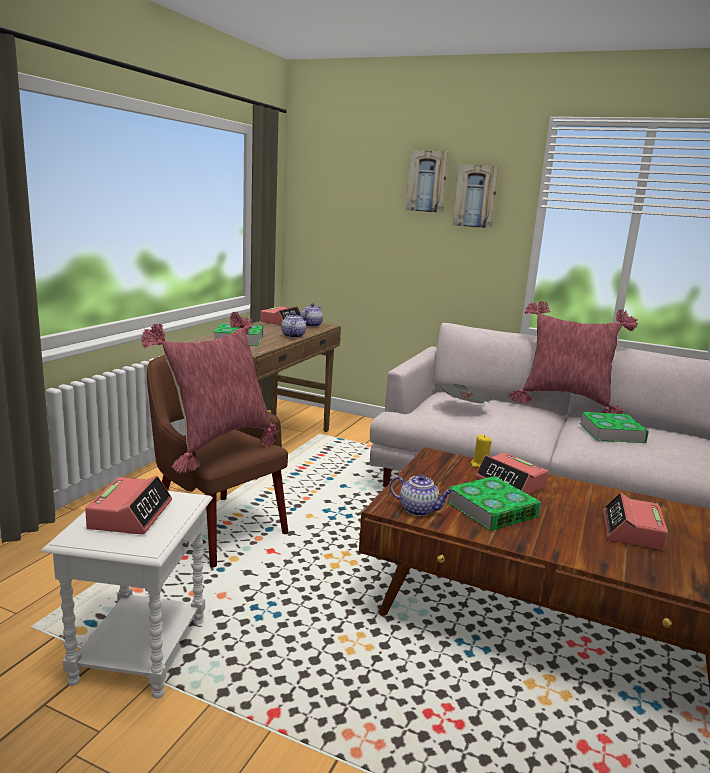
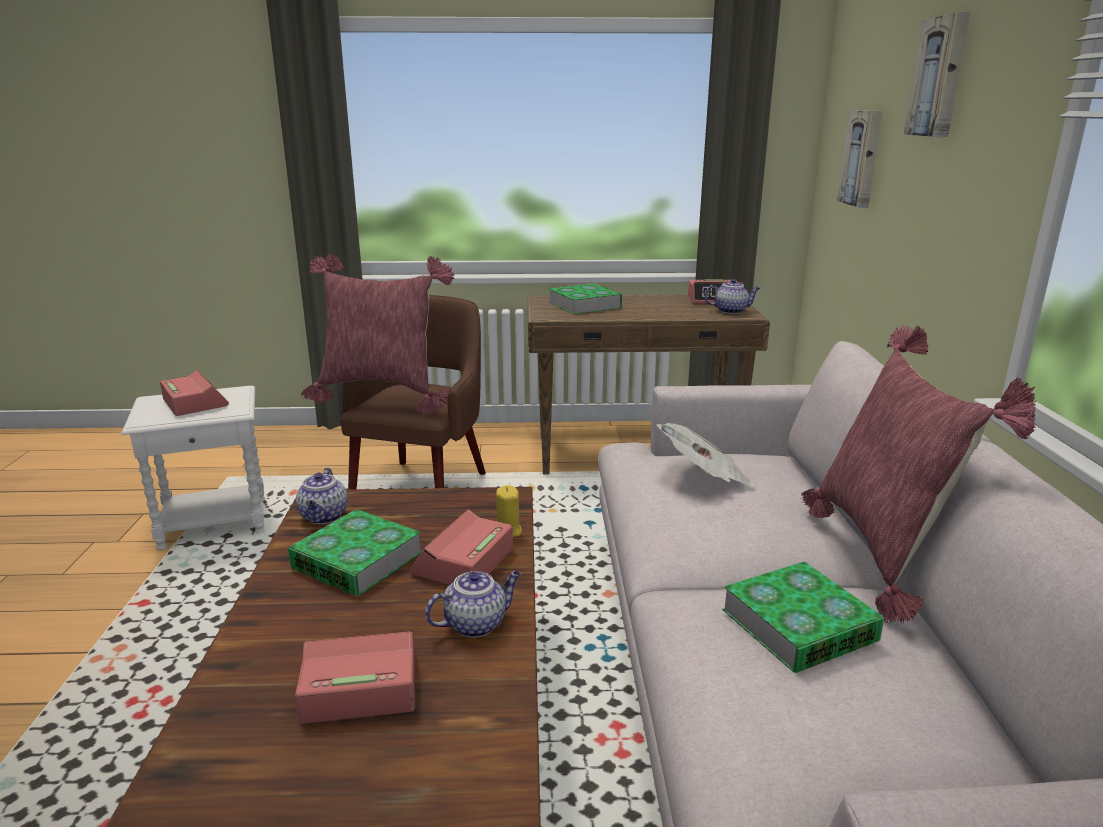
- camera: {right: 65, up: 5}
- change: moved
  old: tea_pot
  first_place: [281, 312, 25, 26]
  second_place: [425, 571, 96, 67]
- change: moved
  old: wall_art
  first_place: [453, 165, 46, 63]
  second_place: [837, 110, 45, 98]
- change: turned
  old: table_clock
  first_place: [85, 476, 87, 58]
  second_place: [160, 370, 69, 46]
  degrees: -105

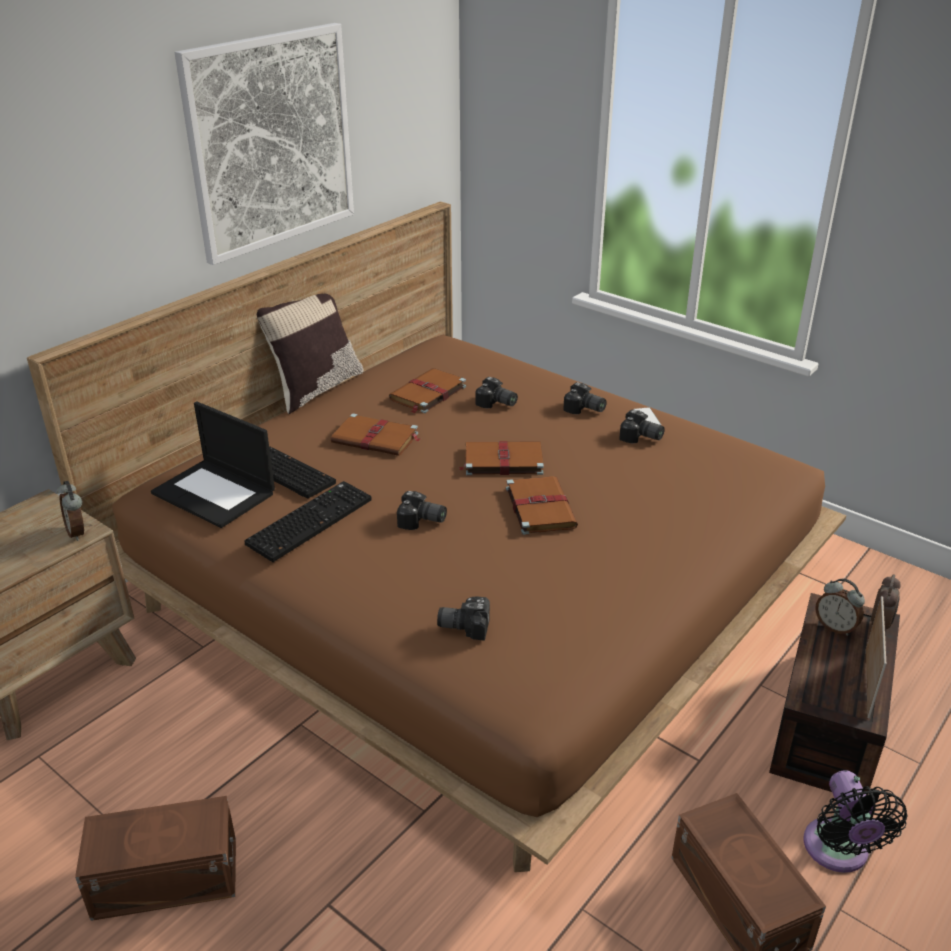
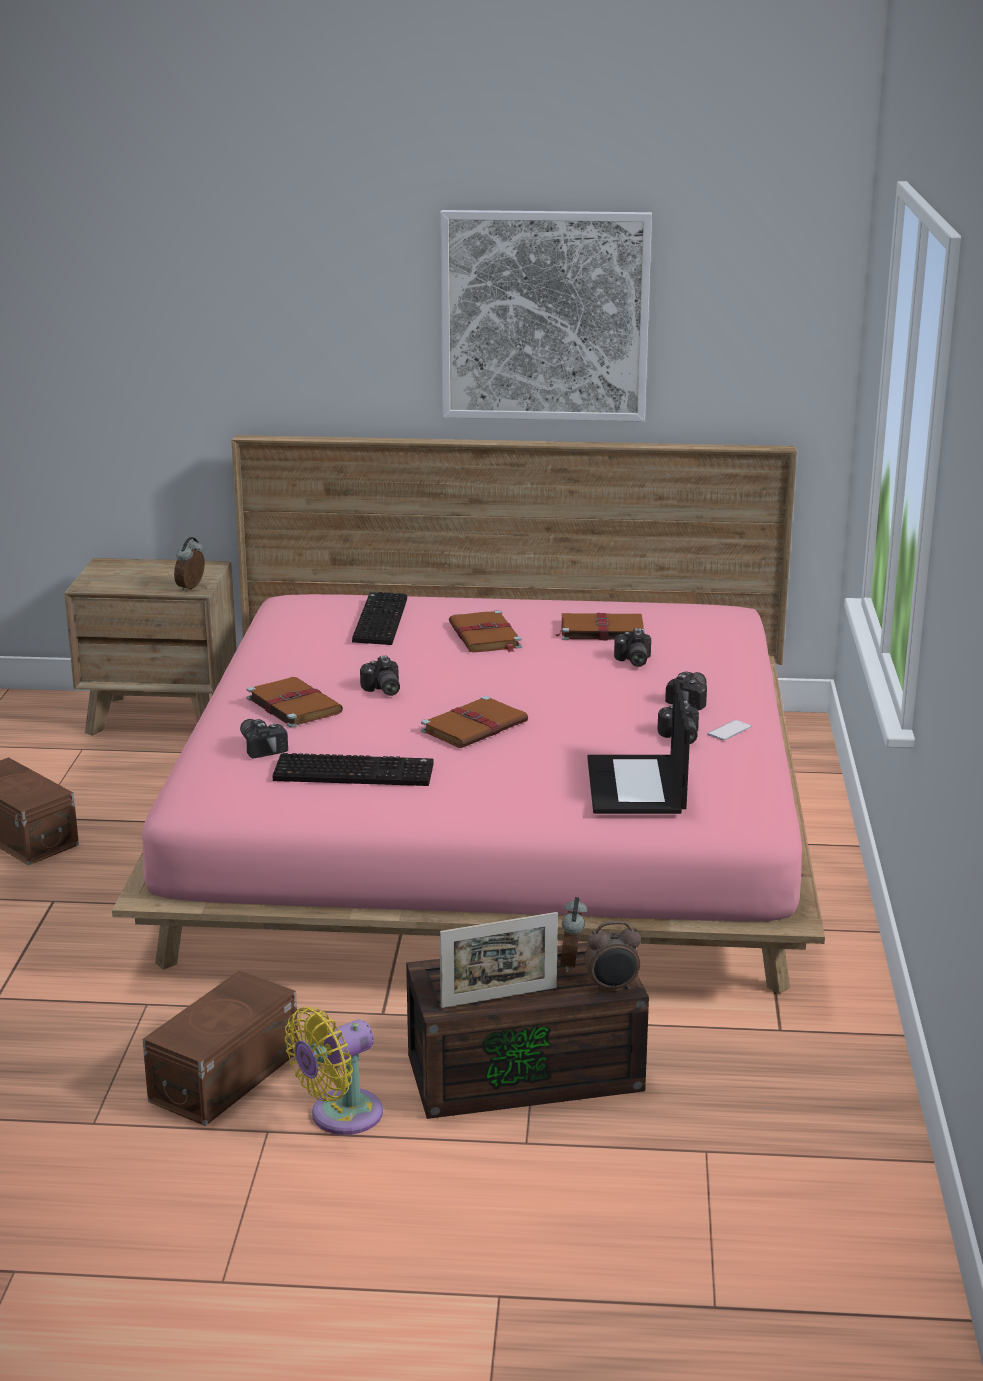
- camera: {right: 55, up: -10}
- change: removed
  old: throw_pillow
  first_place: [257, 294, 107, 120]
- change: moved
  old: portable_computer
  first_place: [151, 402, 124, 126]
  second_place: [588, 679, 102, 135]
- change: moved
  old: PC_keyboard
  first_place: [244, 481, 128, 81]
  second_place: [272, 753, 162, 33]
- change: moved
  old: brownish_book
  first_place: [459, 441, 85, 34]
  second_place: [246, 677, 97, 51]
- change: recoloured
  old: brownish_sleeping_bed
  new: pinkish_sleeping_bed
  first_place: [27, 201, 819, 671]
  second_place: [112, 435, 713, 559]
- change: recoloured
  old: blackish_cooling_fan
  new: yellowish_cooling_fan
  first_place: [803, 770, 104, 103]
  second_place: [285, 1007, 98, 128]
- change: turned
  old: photo_camera
  first_place: [563, 382, 44, 32]
  second_place: [665, 672, 42, 38]
  degrees: -150

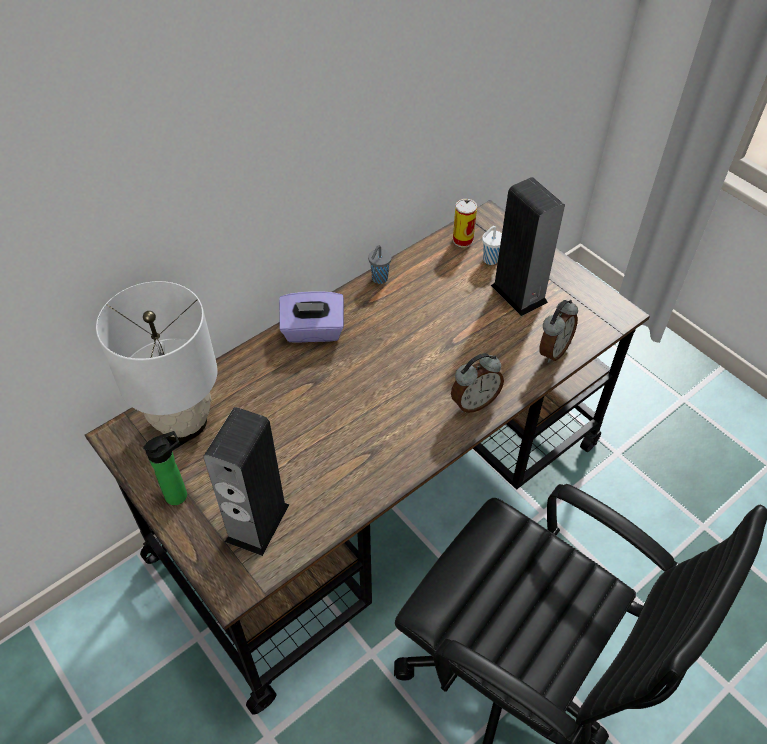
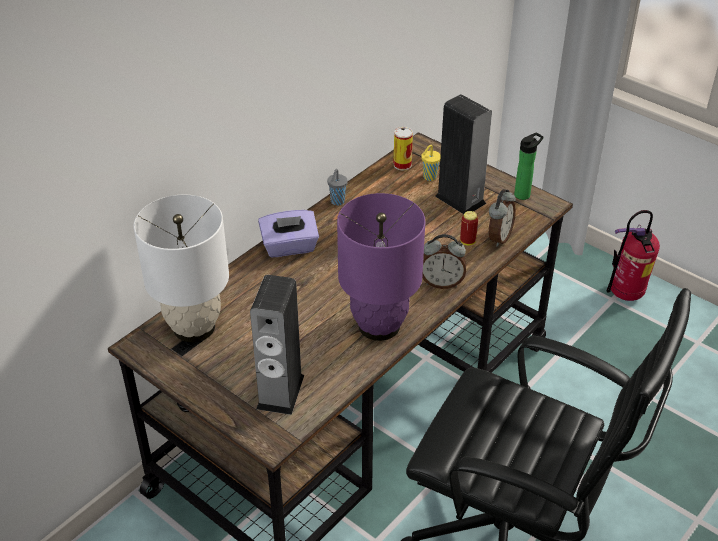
- camera: {right: -10, up: -10}
- change: added
  new: purple-coloured_table_lamp
  second_place: [337, 193, 88, 148]
- change: added
  new: metal_can
  second_place: [460, 211, 18, 35]
- change: added
  new: extinguisher
  second_place: [606, 210, 54, 91]
- change: moved
  old: bottle
  first_place: [143, 431, 44, 74]
  second_place: [514, 132, 29, 68]
- change: recoloured
  old: white_small_cup
  new: yellowish_small_cup
  first_place: [482, 226, 20, 39]
  second_place: [421, 145, 20, 36]
- change: turned
  old: table_clock
  first_place: [451, 353, 53, 60]
  second_place: [422, 234, 44, 55]
  degrees: 45

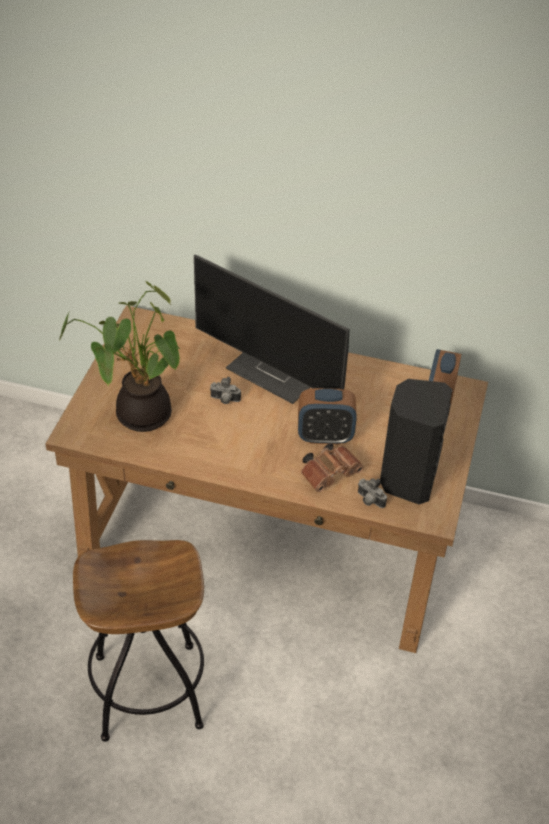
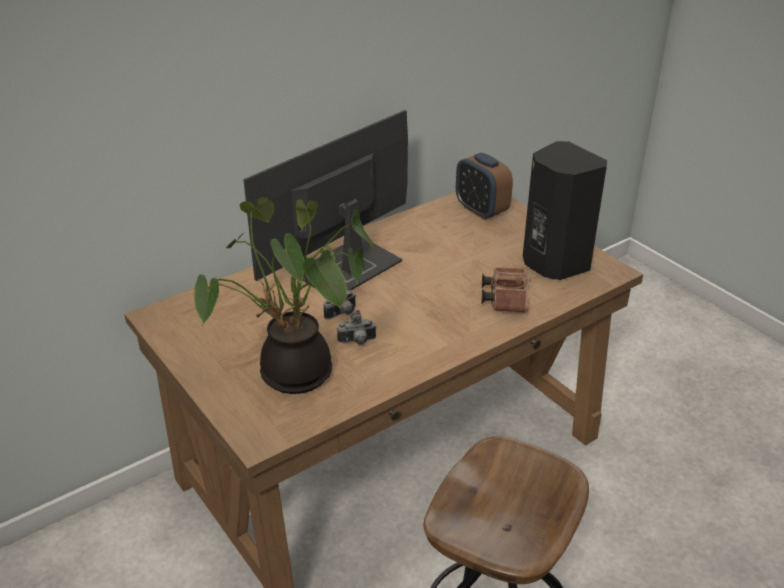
- camera: {right: -50, up: -10}
- change: removed
  old: table_clock
  first_place: [298, 388, 59, 57]
- change: moved
  old: photo_camera
  first_place: [358, 478, 29, 30]
  second_place: [337, 310, 39, 35]
- change: turned
  old: computer_display
  first_place: [194, 254, 155, 150]
  second_place: [243, 110, 165, 180]
  degrees: 150

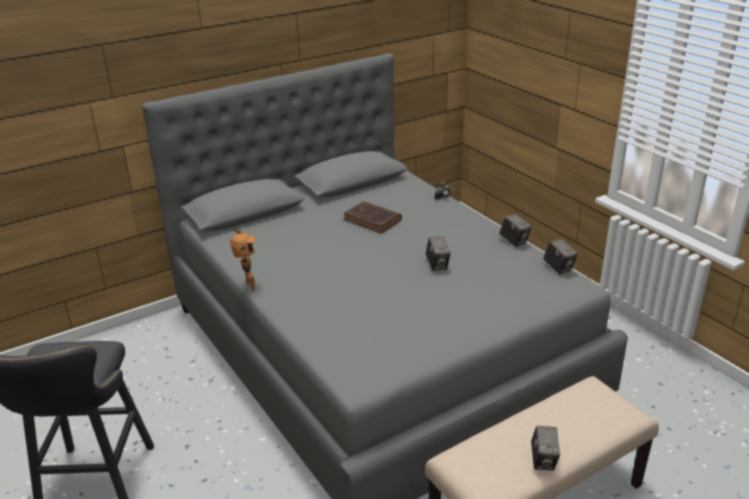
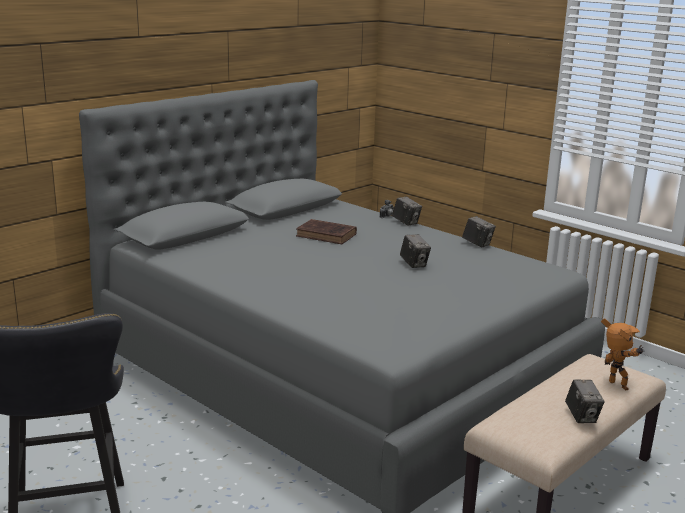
- camera: {right: -15, up: -10}
- change: moved
  old: robot_figure
  first_place: [229, 228, 28, 63]
  second_place: [601, 318, 43, 72]
- change: moved
  old: photo_camera
  first_place: [543, 239, 35, 35]
  second_place: [392, 197, 30, 29]

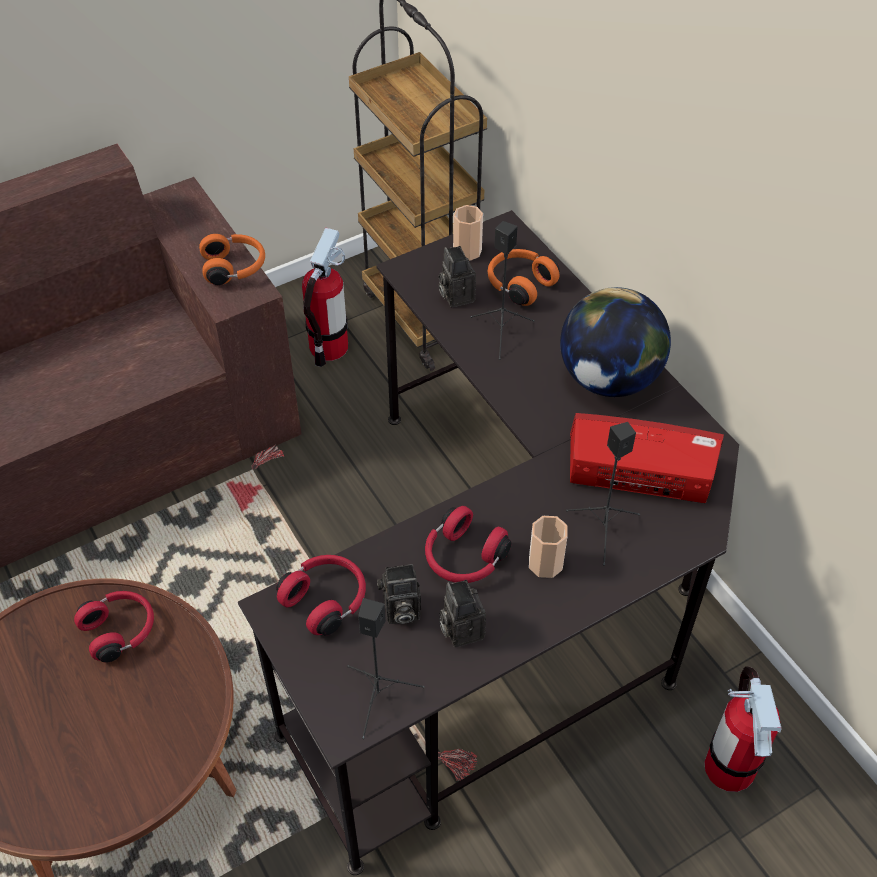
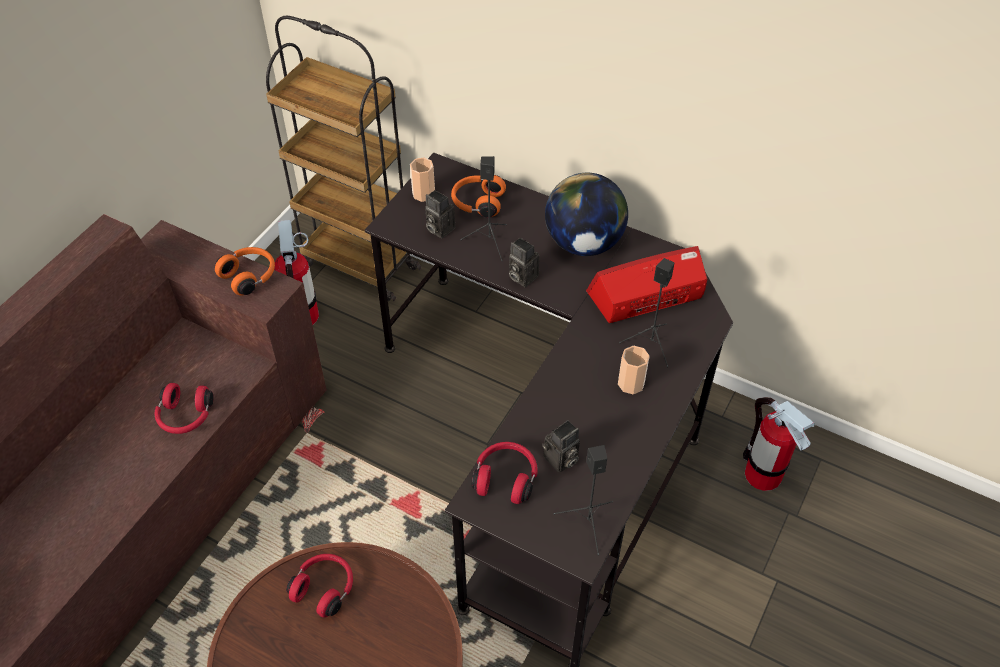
- camera: {right: -30, up: 0}
- change: moved
  old: reddish_headphones
  first_place: [425, 506, 87, 77]
  second_place: [155, 383, 59, 51]
- change: moved
  old: photo_camera
  first_place: [439, 580, 47, 67]
  second_place: [509, 237, 30, 50]

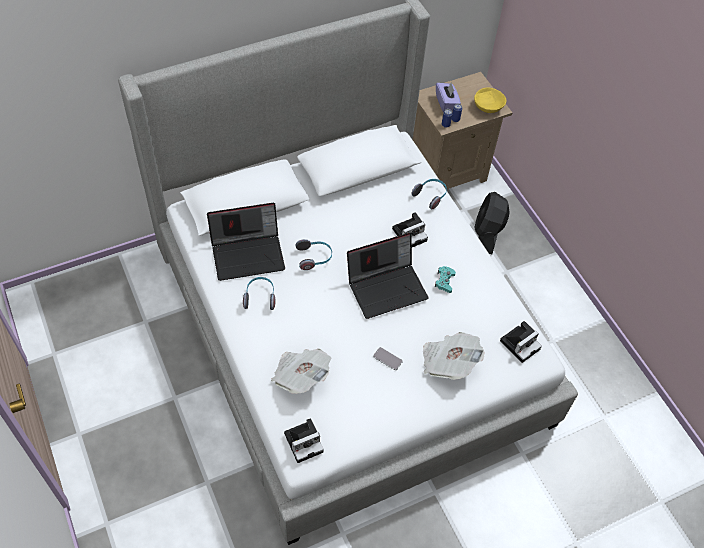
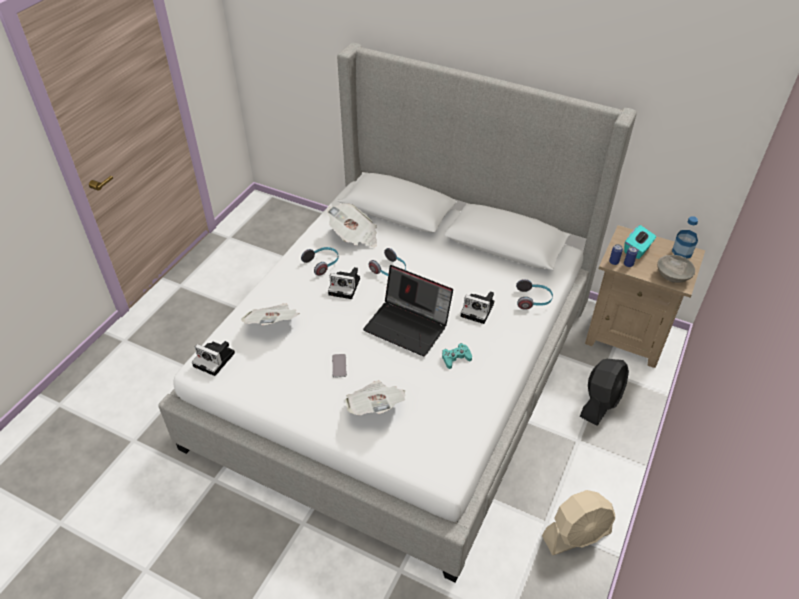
- camera: {right: 55, up: -10}
- change: added
  new: beige_cooling_fan
  second_place: [542, 490, 73, 65]
- change: added
  new: bottle
  second_place: [672, 216, 26, 42]
- change: moved
  old: photo_camera
  first_place: [500, 321, 42, 42]
  second_place: [328, 267, 32, 32]
- change: replaced
  old: portable_computer
  new: newspaper
  first_place: [207, 203, 78, 78]
  second_place: [327, 203, 50, 44]
- change: recoloured
  old: purple-coloured_box_of_tissues
  new: turquoise-coloured_box_of_tissues
  first_place: [436, 82, 25, 30]
  second_place: [624, 225, 32, 34]
- change: recoloured
  old: yellowish_deep_dish
  new: grey_deep_dish
  first_place: [474, 88, 32, 25]
  second_place: [657, 255, 38, 28]
- change: turned
  old: blackish_cooling_fan
  first_place: [474, 192, 36, 62]
  second_place: [580, 359, 49, 67]
  degrees: 150

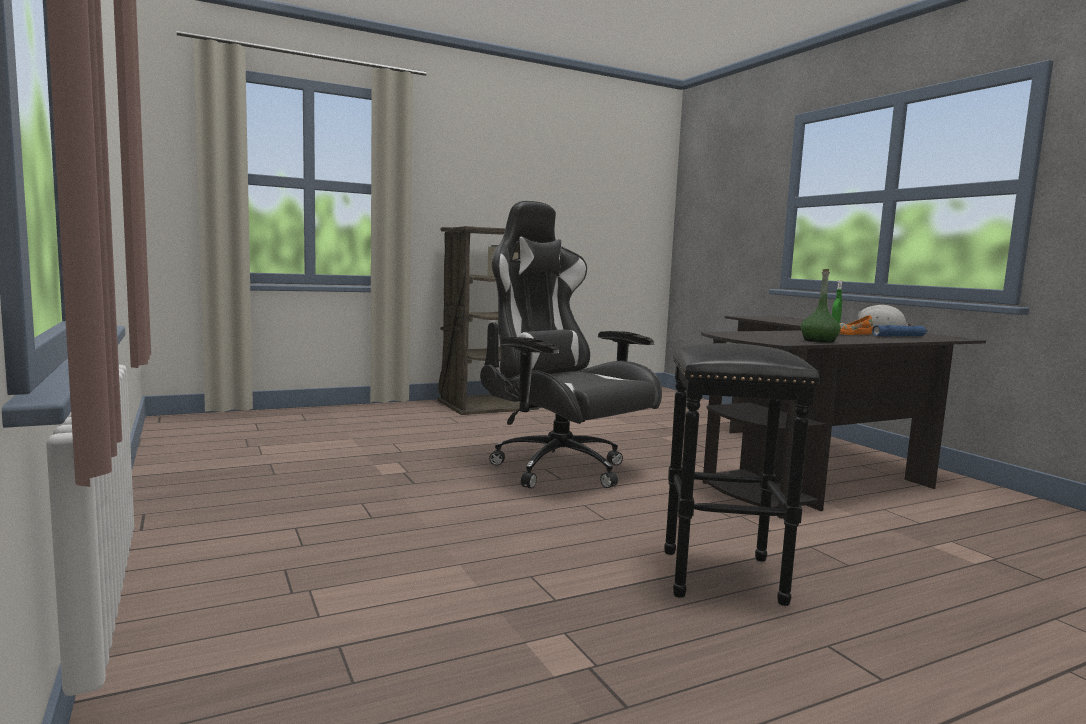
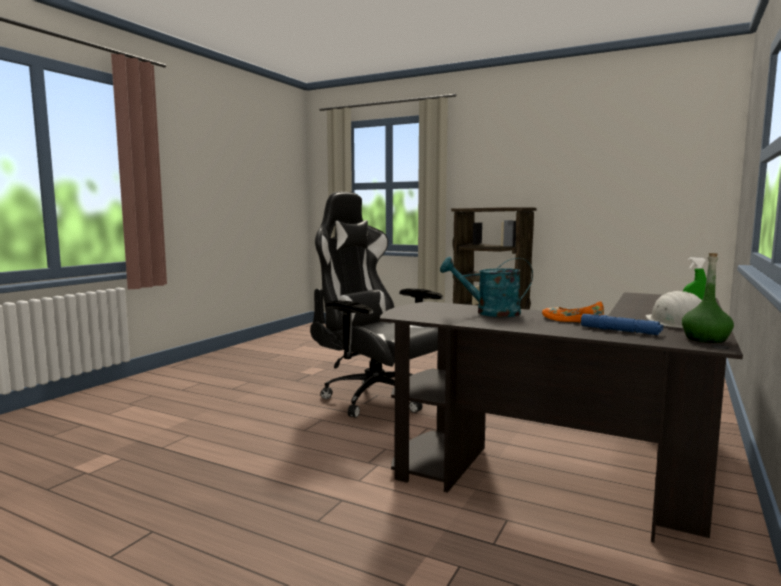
- camera: {right: 55, up: 0}
- change: removed
  old: blackish_stool
  first_place: [664, 343, 156, 263]
- change: added
  new: turquoise-coloured_watering_pot
  second_place: [440, 257, 93, 60]
- change: moved
  old: greenish_bottle
  first_place: [801, 269, 40, 74]
  second_place: [682, 253, 52, 90]
- change: turned
  old: blackish_office_chair
  first_place: [480, 201, 182, 287]
  second_place: [310, 192, 134, 226]
  degrees: -60

